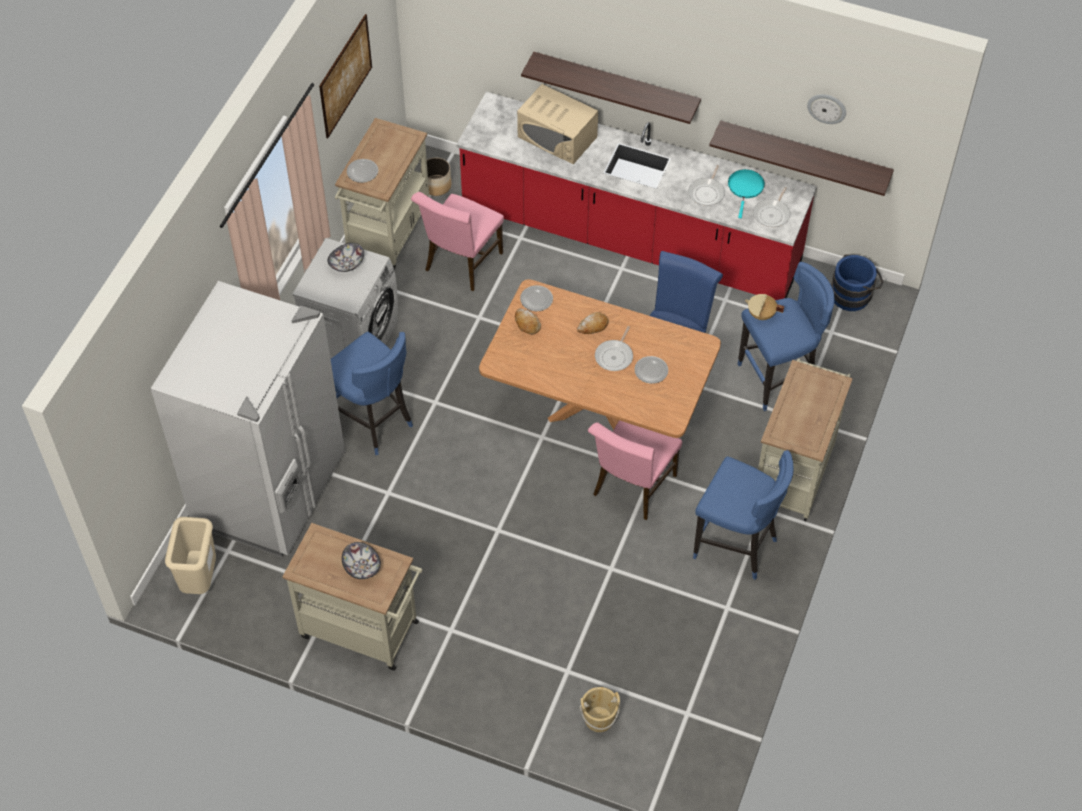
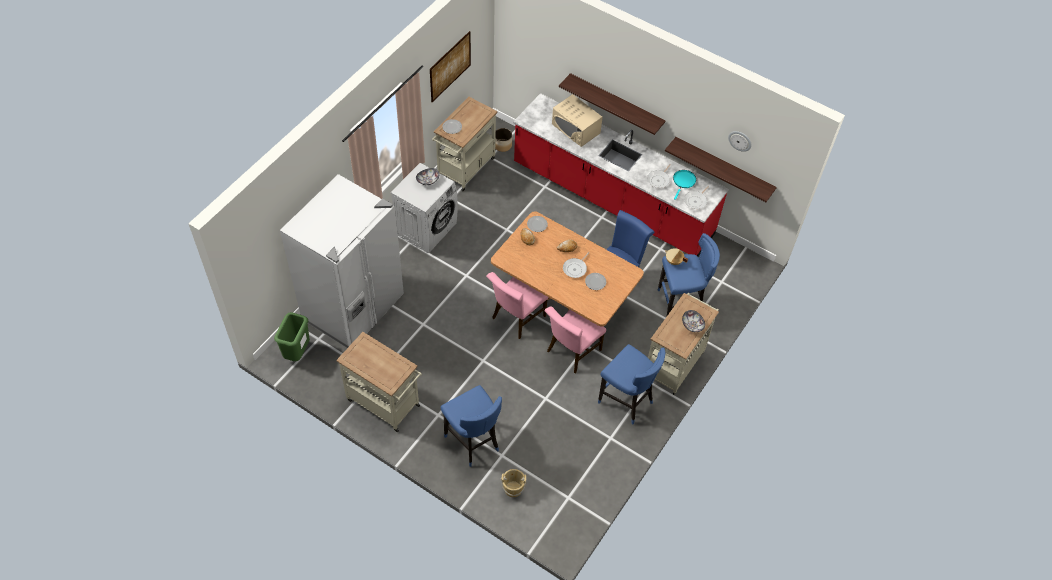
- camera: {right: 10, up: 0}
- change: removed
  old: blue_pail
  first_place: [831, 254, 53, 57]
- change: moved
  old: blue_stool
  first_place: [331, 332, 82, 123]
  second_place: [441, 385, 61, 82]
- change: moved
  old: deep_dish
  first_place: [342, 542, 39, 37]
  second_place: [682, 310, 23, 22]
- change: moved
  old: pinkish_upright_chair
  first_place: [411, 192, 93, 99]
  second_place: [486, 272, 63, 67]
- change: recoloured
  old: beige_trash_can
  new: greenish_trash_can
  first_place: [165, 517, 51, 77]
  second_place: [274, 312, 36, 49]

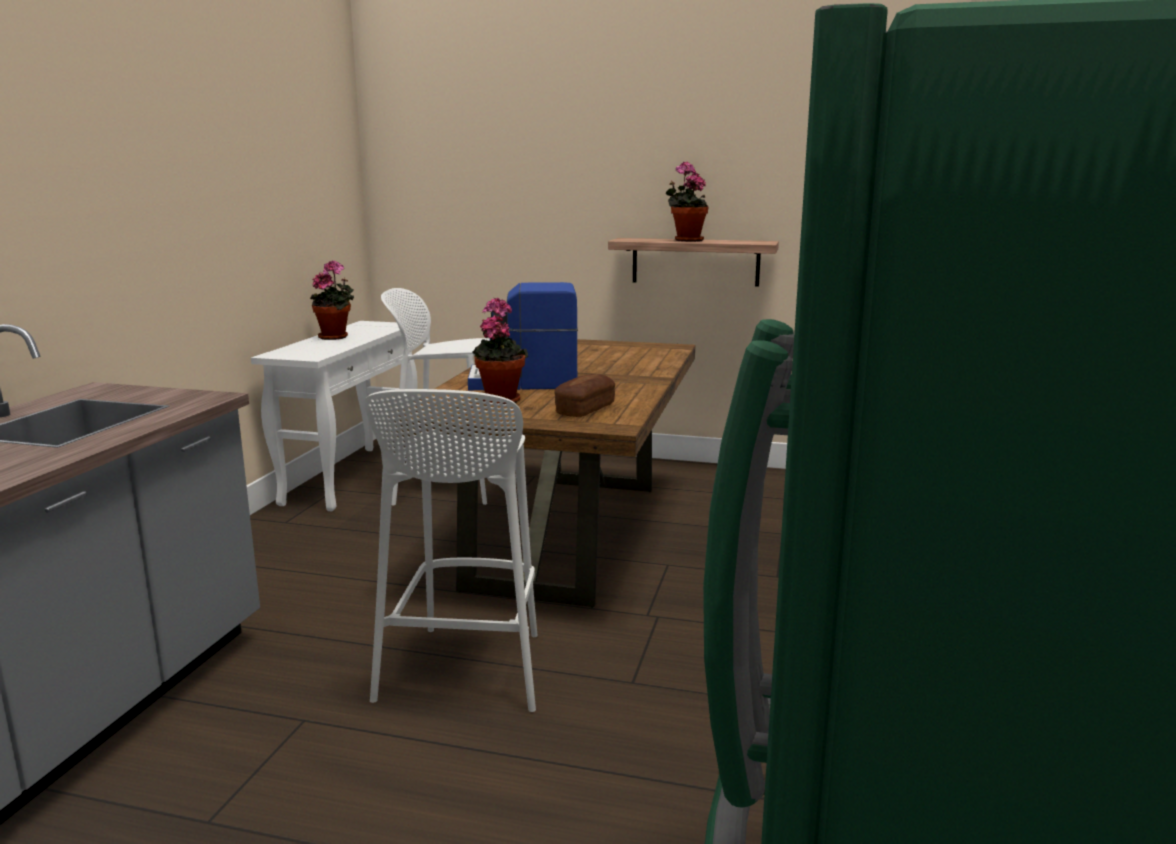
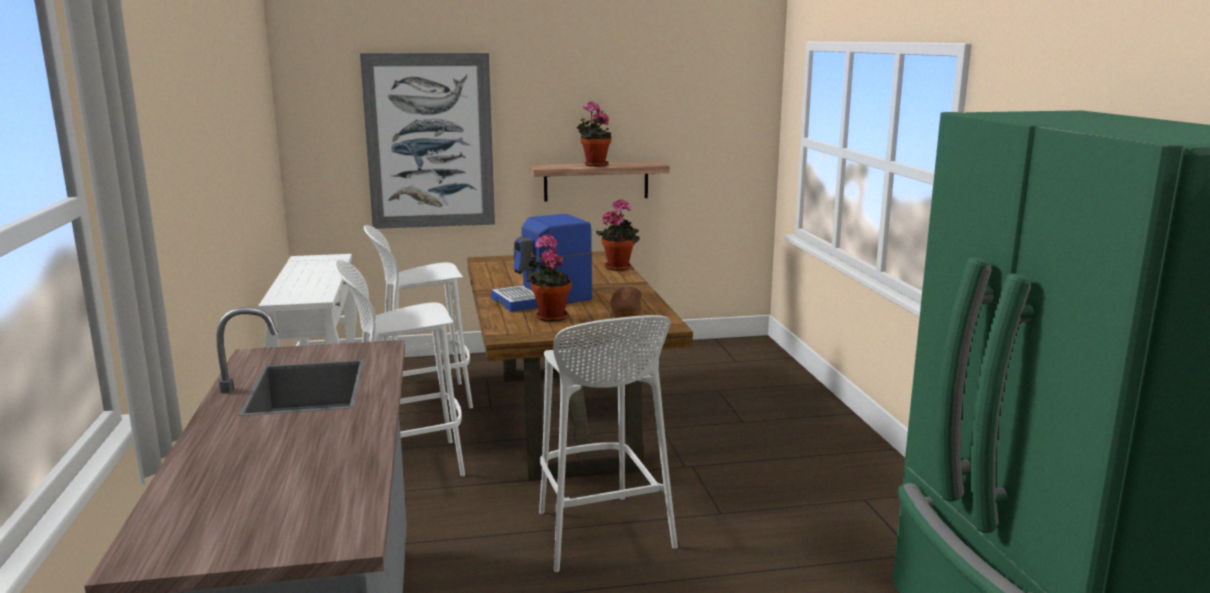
- camera: {right: -25, up: 0}
- change: added
  new: white_stool
  second_place: [334, 260, 131, 216]
- change: added
  new: wall_art
  second_place: [360, 53, 135, 176]
- change: moved
  old: potted_plant
  first_place: [310, 260, 44, 80]
  second_place: [596, 199, 44, 72]

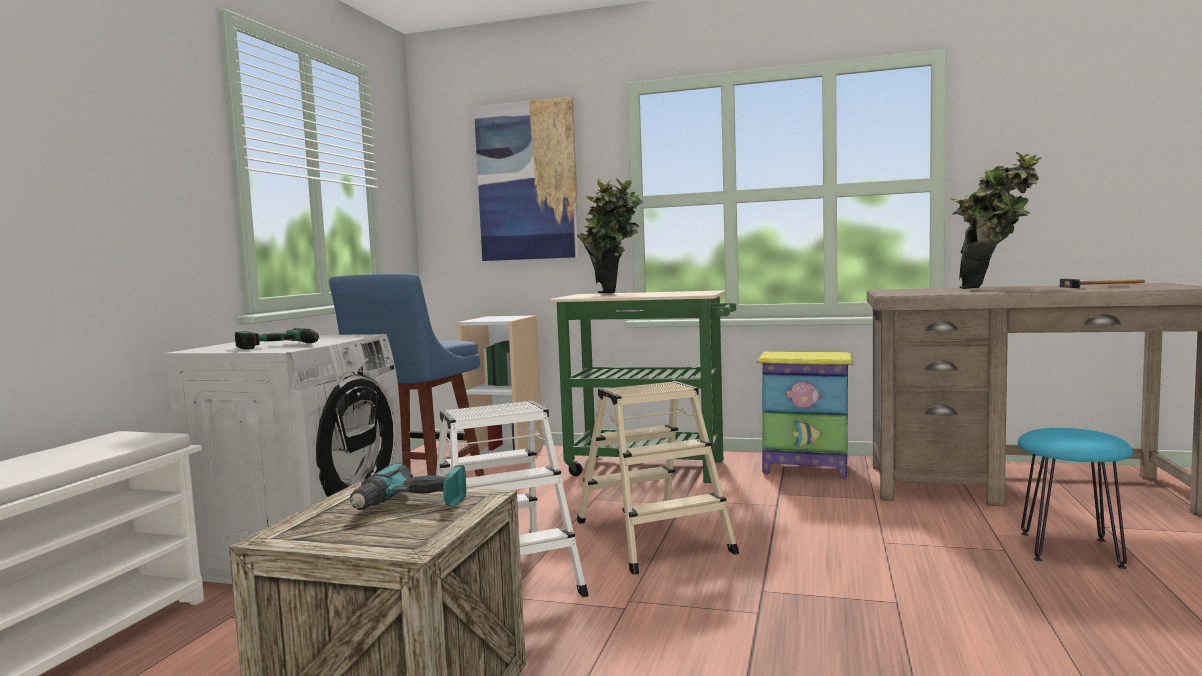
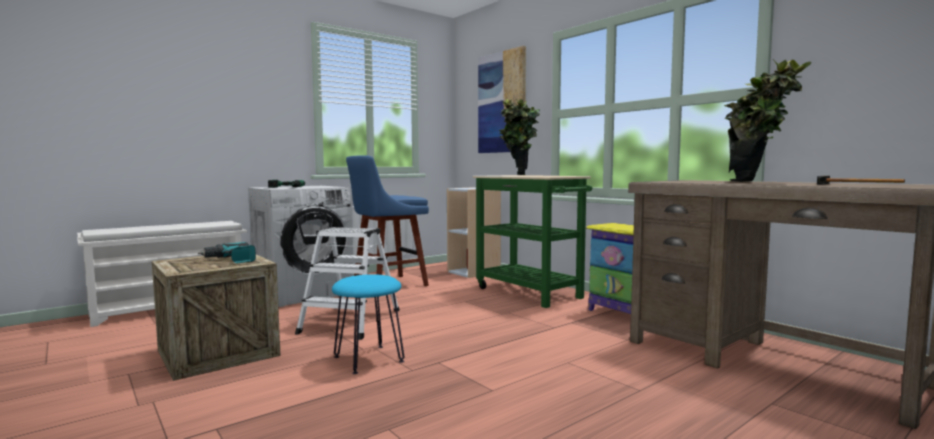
- camera: {right: 35, up: 0}
- change: removed
  old: beige_step_stool
  first_place: [577, 381, 162, 193]
- change: moved
  old: turquoise-coloured_stool
  first_place: [1018, 428, 115, 141]
  second_place: [332, 274, 72, 100]

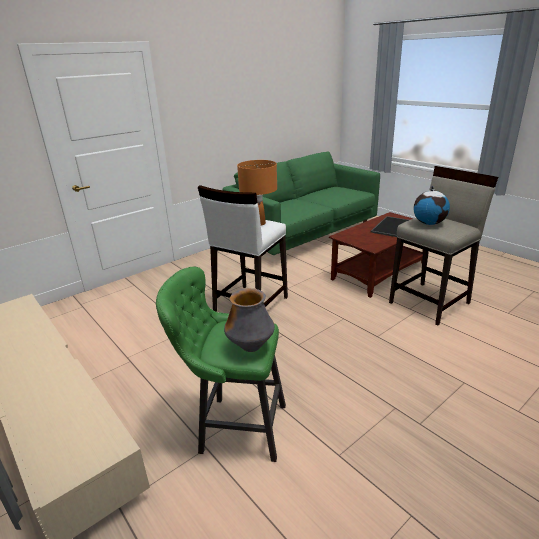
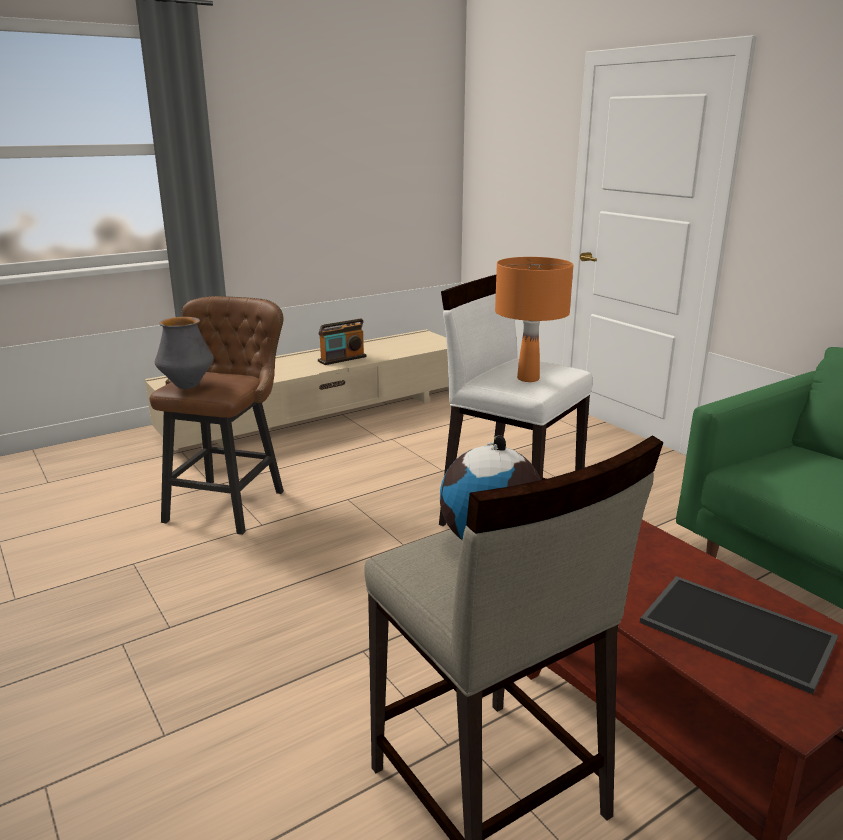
- camera: {right: 95, up: -5}
- change: added
  new: radio
  second_place: [318, 318, 49, 47]
- change: recoloured
  old: greenish_stool
  new: brownish_stool
  first_place: [156, 266, 130, 196]
  second_place: [150, 296, 134, 239]

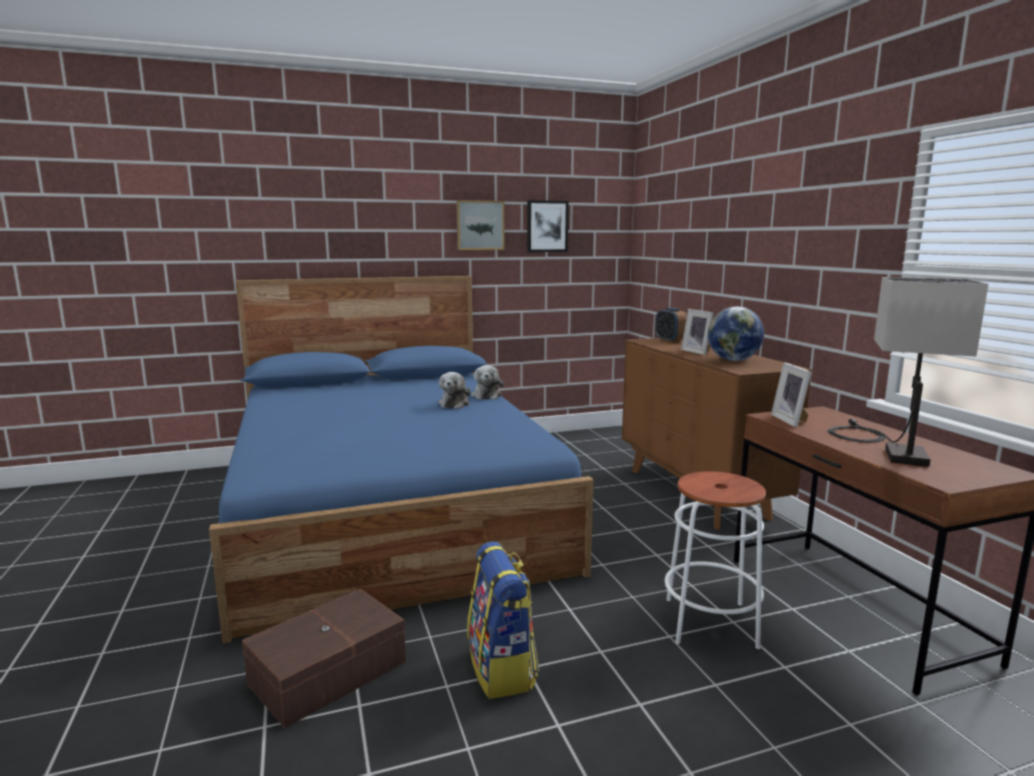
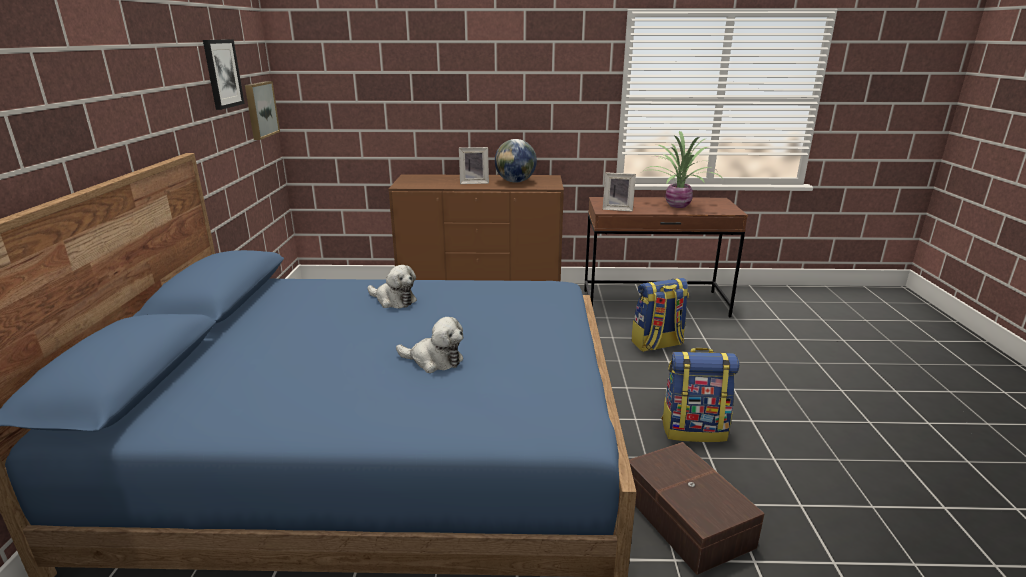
- camera: {right: -70, up: 10}
- change: removed
  old: table_clock
  first_place: [655, 308, 32, 34]
- change: moved
  old: wall_art
  first_place: [456, 200, 48, 50]
  second_place: [245, 81, 35, 59]
- change: moved
  old: cuddly_toy
  first_place: [471, 365, 33, 35]
  second_place: [396, 317, 67, 56]
- change: replaced
  old: white_stool
  new: knapsack
  first_place: [665, 471, 101, 178]
  second_place: [632, 278, 57, 74]
- change: replaced
  old: table_lamp
  new: potted_plant
  first_place: [828, 277, 160, 190]
  second_place: [642, 131, 81, 77]

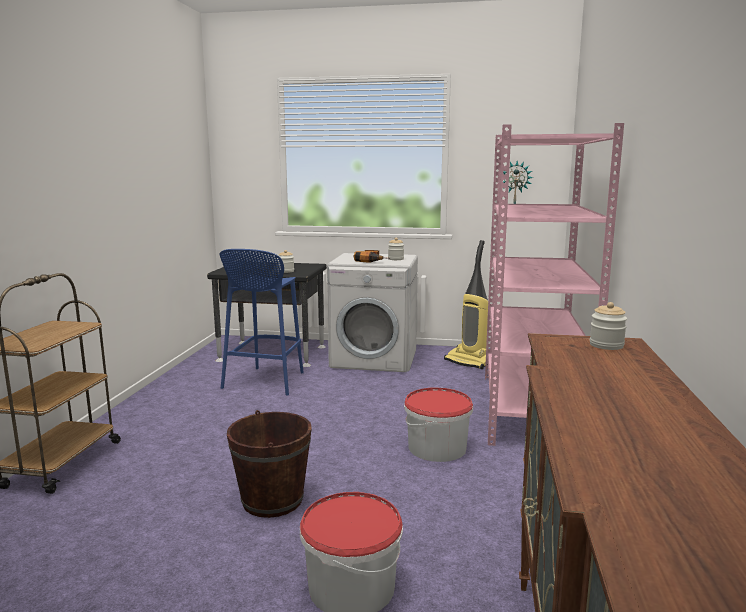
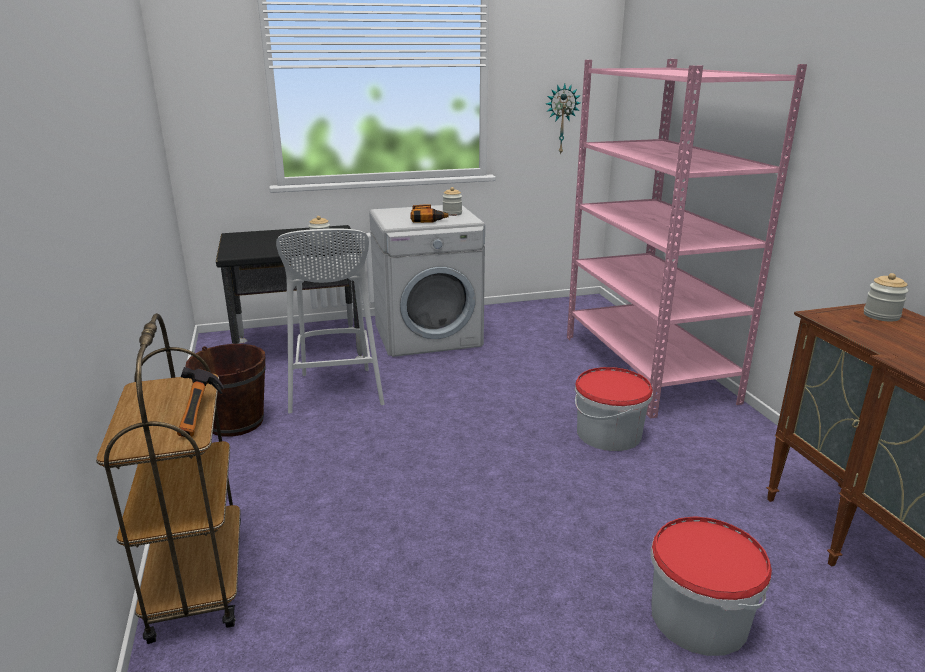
- camera: {right: -25, up: 10}
- change: removed
  old: vacuum
  first_place: [444, 240, 44, 129]
- change: added
  new: hammer
  second_place: [177, 367, 47, 70]
- change: moved
  old: brownish_pail
  first_place: [227, 410, 85, 108]
  second_place: [185, 344, 81, 93]
- change: recoloured
  old: blue_stool
  new: white_stool
  first_place: [220, 249, 84, 147]
  second_place: [276, 229, 108, 184]

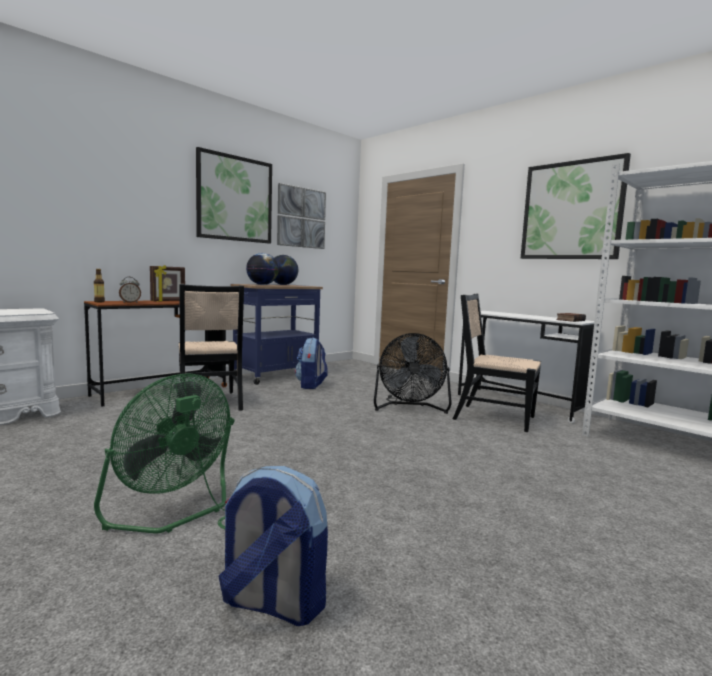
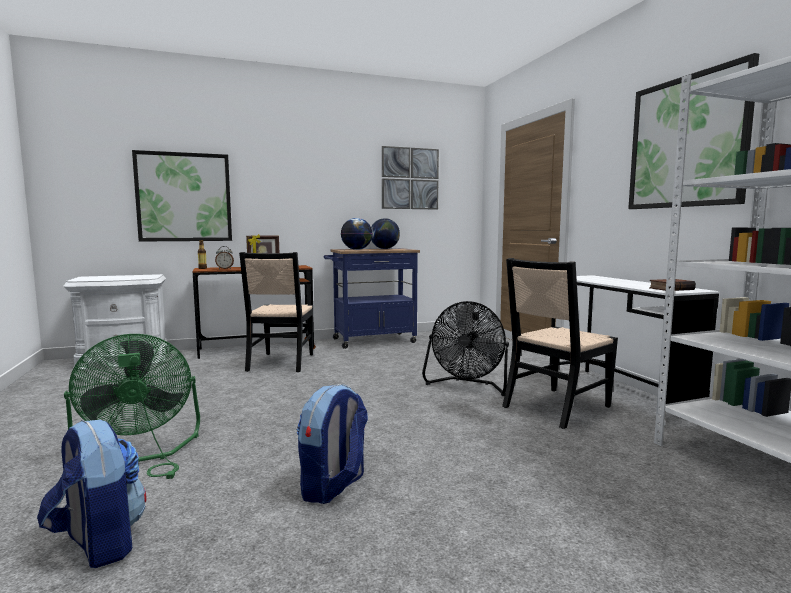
- camera: {right: 25, up: 0}
- change: moved
  old: wall_art
  first_place: [196, 147, 76, 96]
  second_place: [132, 150, 100, 92]
- change: moved
  old: knapsack
  first_place: [295, 338, 33, 51]
  second_place: [296, 384, 72, 120]
- change: turned
  old: upright_chair
  first_place: [453, 294, 88, 138]
  second_place: [502, 258, 116, 171]
  degrees: -90

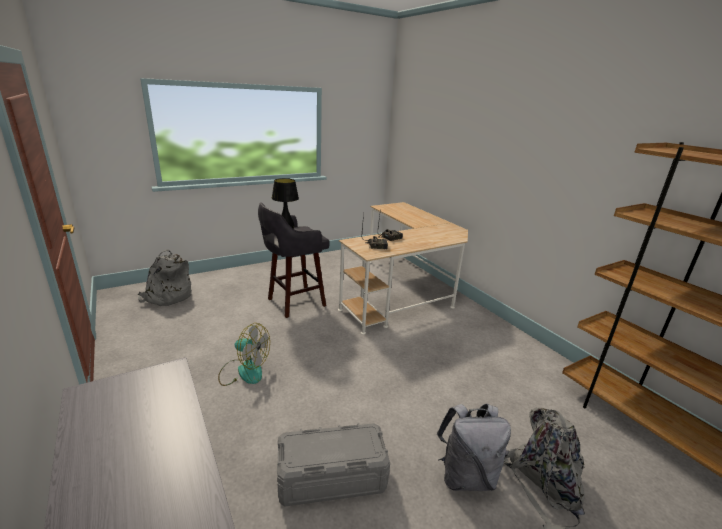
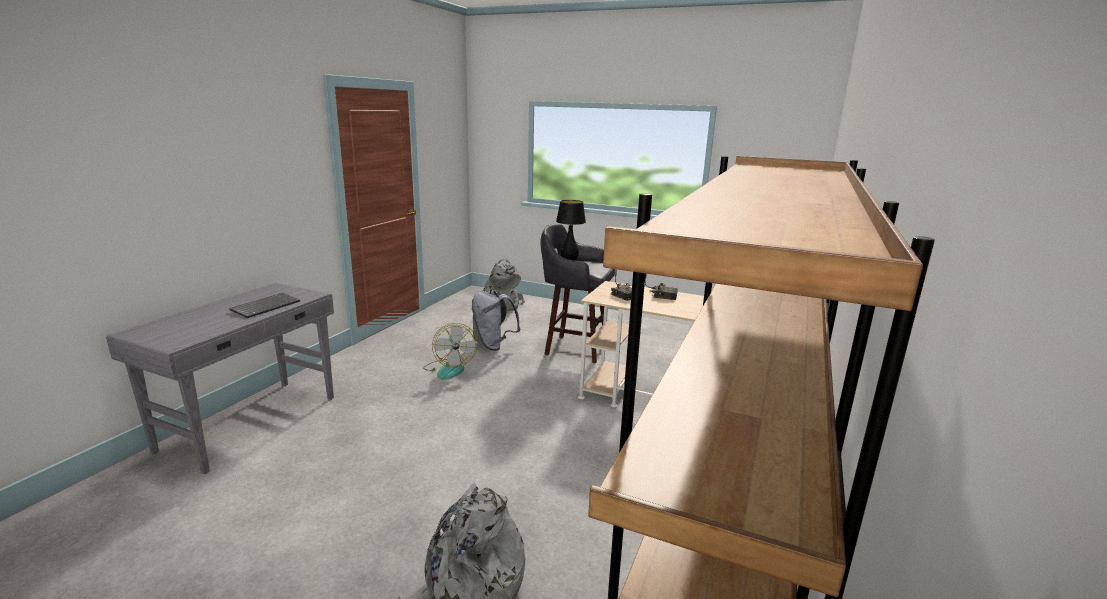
- camera: {right: 55, up: -5}
- change: removed
  old: grey_storage_container
  first_place: [277, 423, 113, 84]
- change: added
  new: PC_keyboard
  second_place: [229, 293, 71, 25]
- change: moved
  old: grey_knapsack
  first_place: [437, 403, 74, 88]
  second_place: [472, 289, 48, 62]

